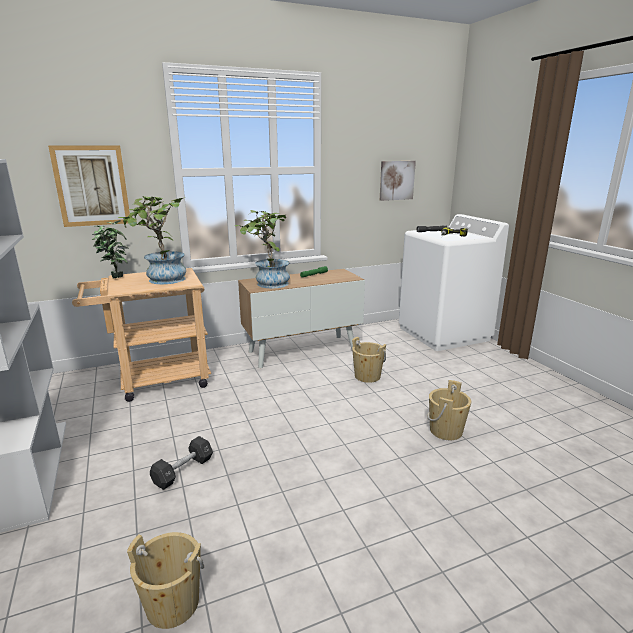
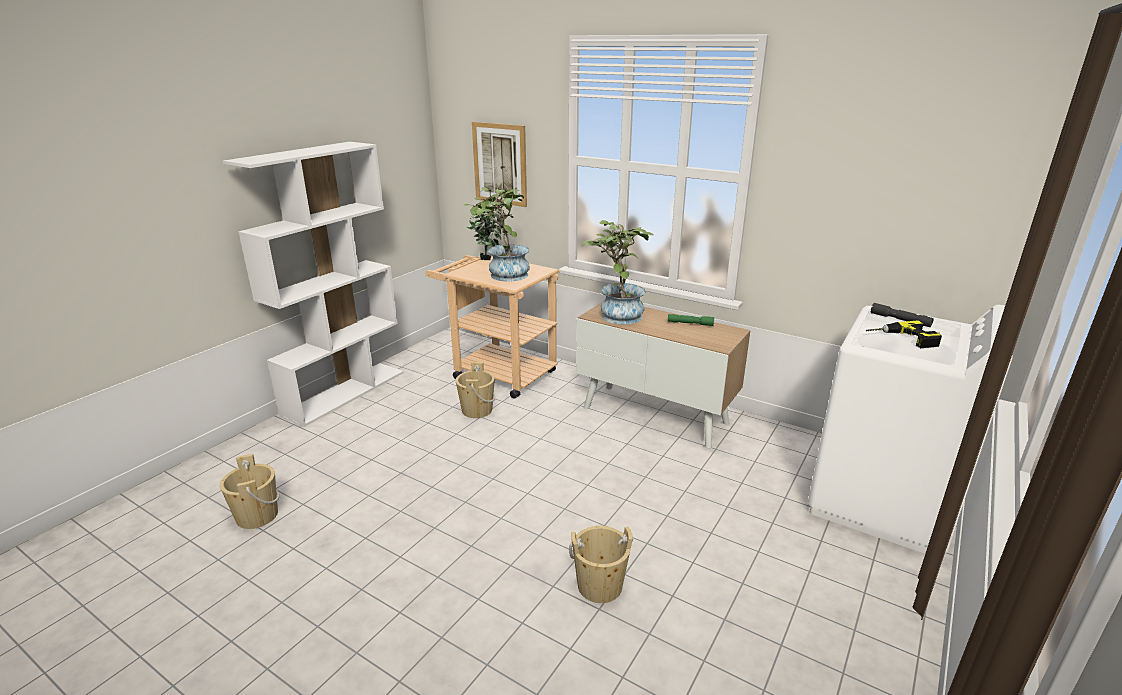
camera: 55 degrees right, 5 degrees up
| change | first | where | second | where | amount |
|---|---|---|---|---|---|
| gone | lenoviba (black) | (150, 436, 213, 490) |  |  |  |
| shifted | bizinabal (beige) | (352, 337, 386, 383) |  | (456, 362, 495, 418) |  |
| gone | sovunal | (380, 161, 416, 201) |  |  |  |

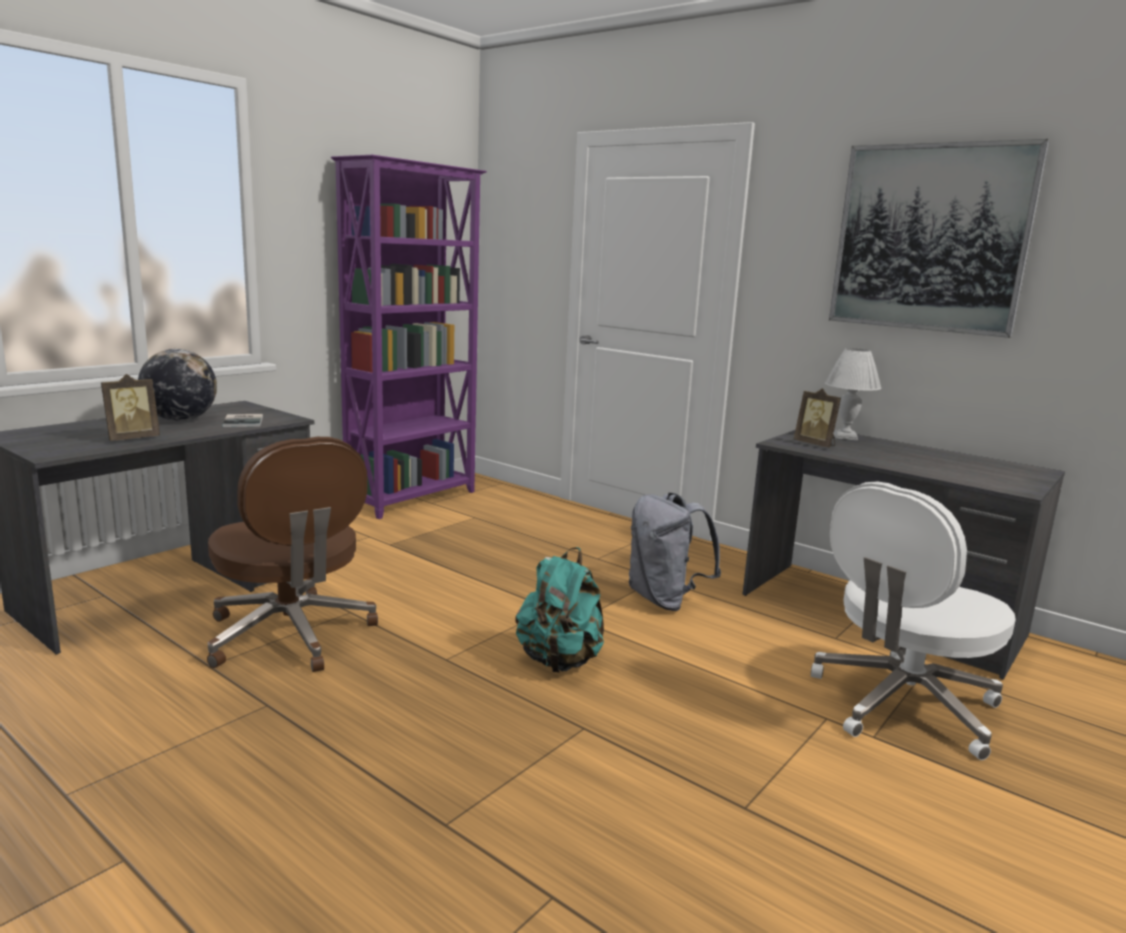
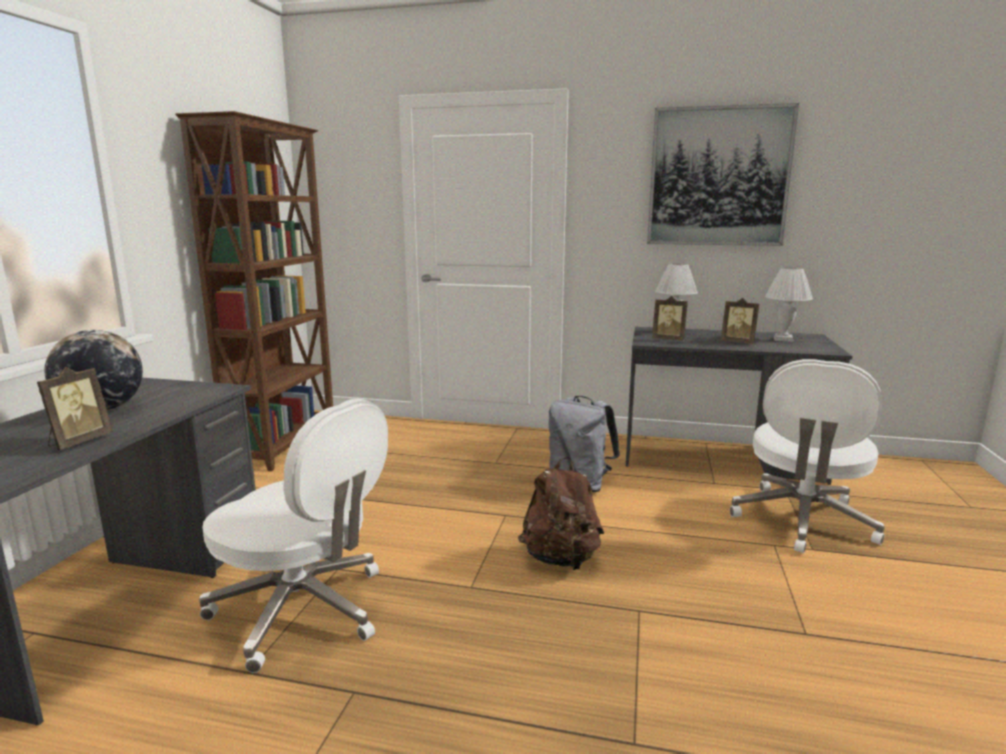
camera: 25 degrees left, 0 degrees up
| change | first | where | second | where | amount |
|---|---|---|---|---|---|
| repainted | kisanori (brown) | (207, 437, 378, 672) | kisanori (white) | (199, 399, 388, 673) |  |
| gone | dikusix | (222, 414, 263, 427) |  |  |  |
| repainted | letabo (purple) | (331, 155, 487, 519) | letabo (brown) | (175, 111, 333, 471) |  |
| repainted | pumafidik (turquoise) | (516, 547, 604, 673) | pumafidik (brown) | (518, 457, 604, 570) |  |
| new |  |  | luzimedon | (721, 298, 759, 344) |  |
| new |  |  | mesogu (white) | (765, 267, 813, 342) |  |

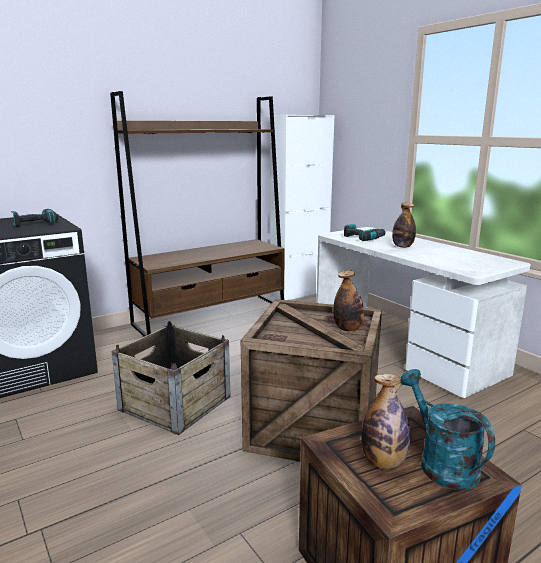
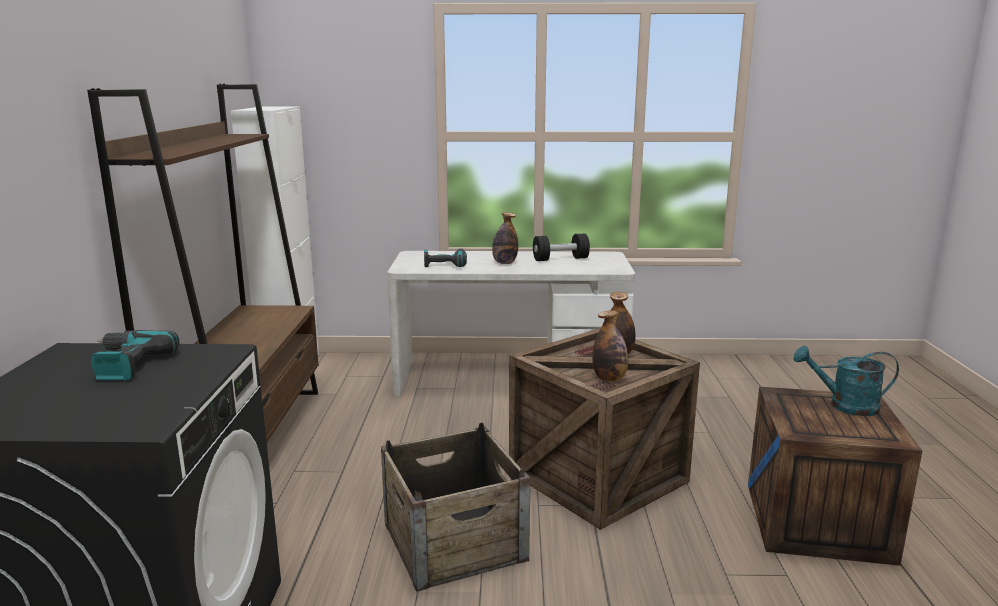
camera: 55 degrees left, 0 degrees up
| change | first | where | second | where | amount |
|---|---|---|---|---|---|
| shifted | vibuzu | (362, 374, 411, 469) |  | (592, 310, 628, 382) |  |
| new |  |  | lenoviba (black) | (533, 233, 590, 261) |  |

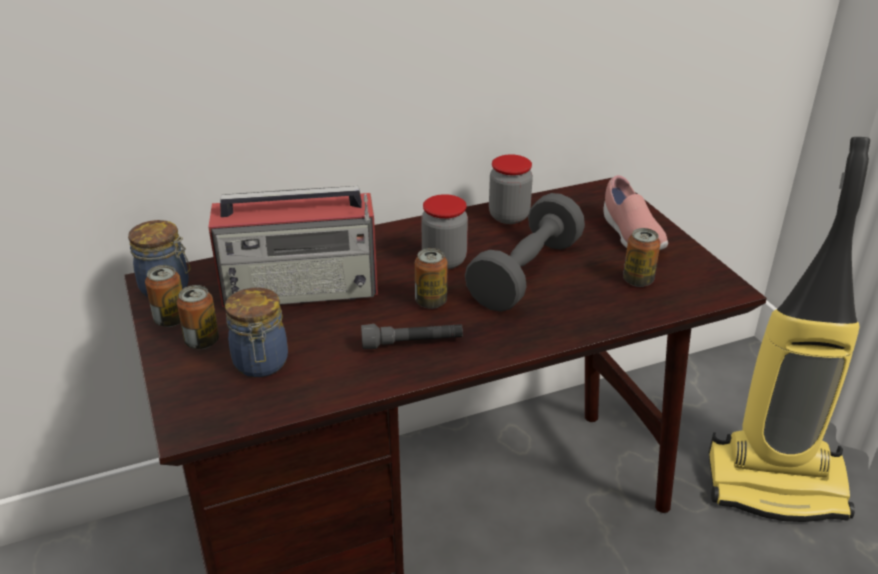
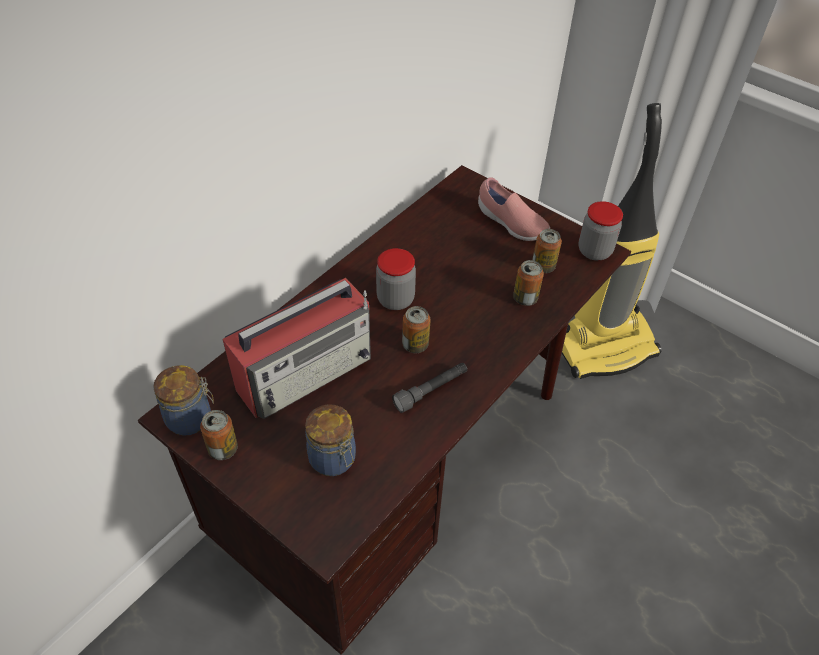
camera: 30 degrees left, 15 degrees up
| change | first | where | second | where | amount |
|---|---|---|---|---|---|
| shifted | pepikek | (177, 285, 219, 349) |  | (513, 260, 544, 306) |  |
| gone | lenoviba (grey) | (465, 193, 585, 312) |  |  |  |
| shifted | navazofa | (489, 154, 533, 224) |  | (578, 201, 623, 261) |  |

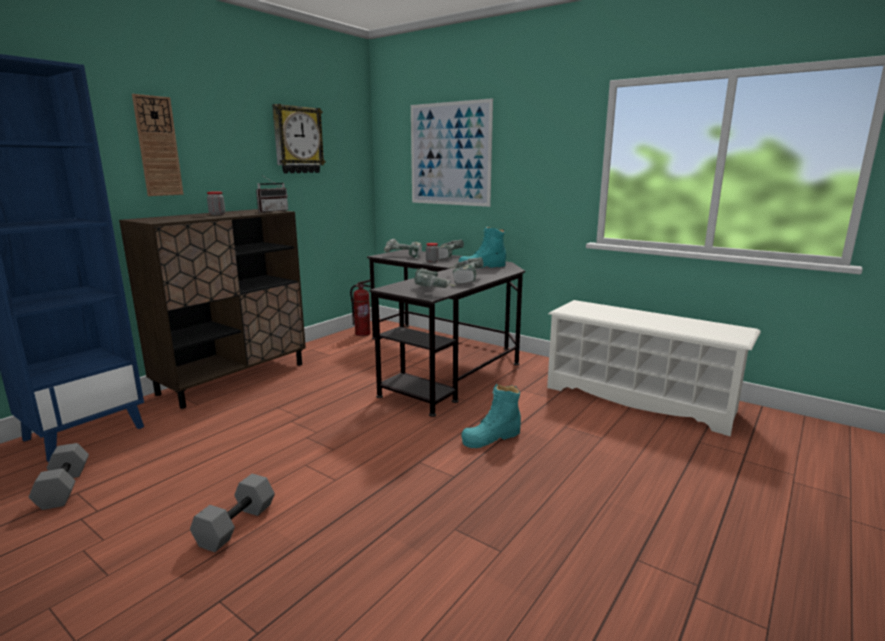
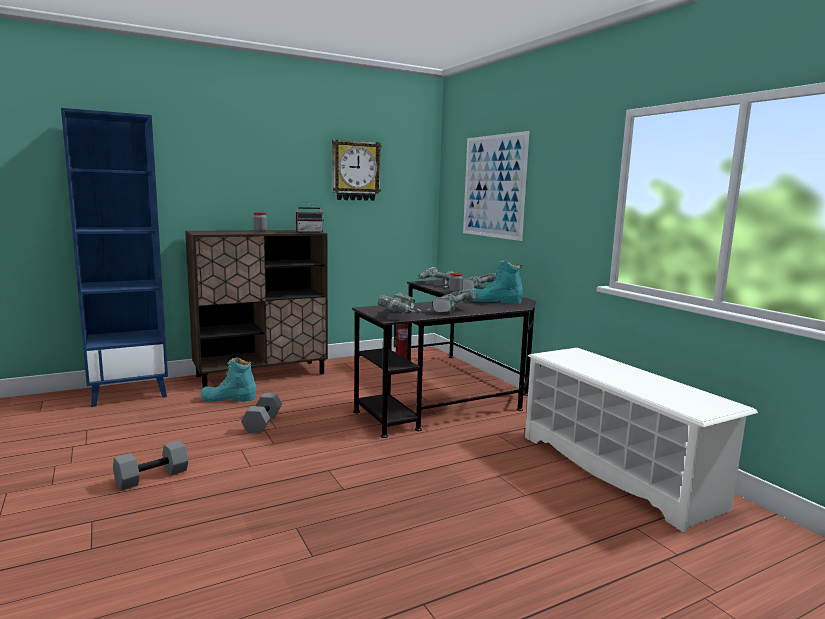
camera: 25 degrees right, 5 degrees down
| change | first | where | second | where | amount |
|---|---|---|---|---|---|
| shifted | lenoviba (grey) | (29, 443, 89, 510) |  | (241, 393, 282, 434) |  |
| gone | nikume | (132, 94, 184, 196) |  |  |  |
| shifted | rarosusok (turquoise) | (461, 384, 521, 448) |  | (201, 357, 256, 402) |  |

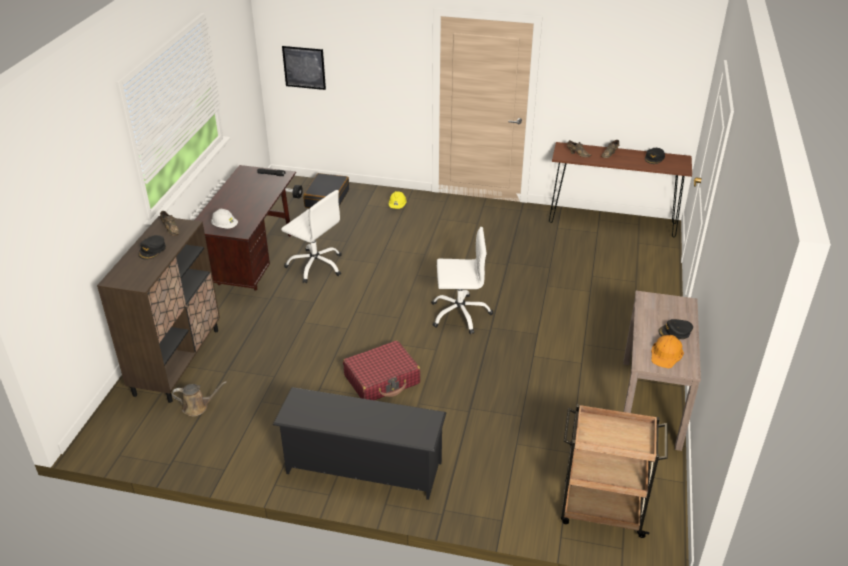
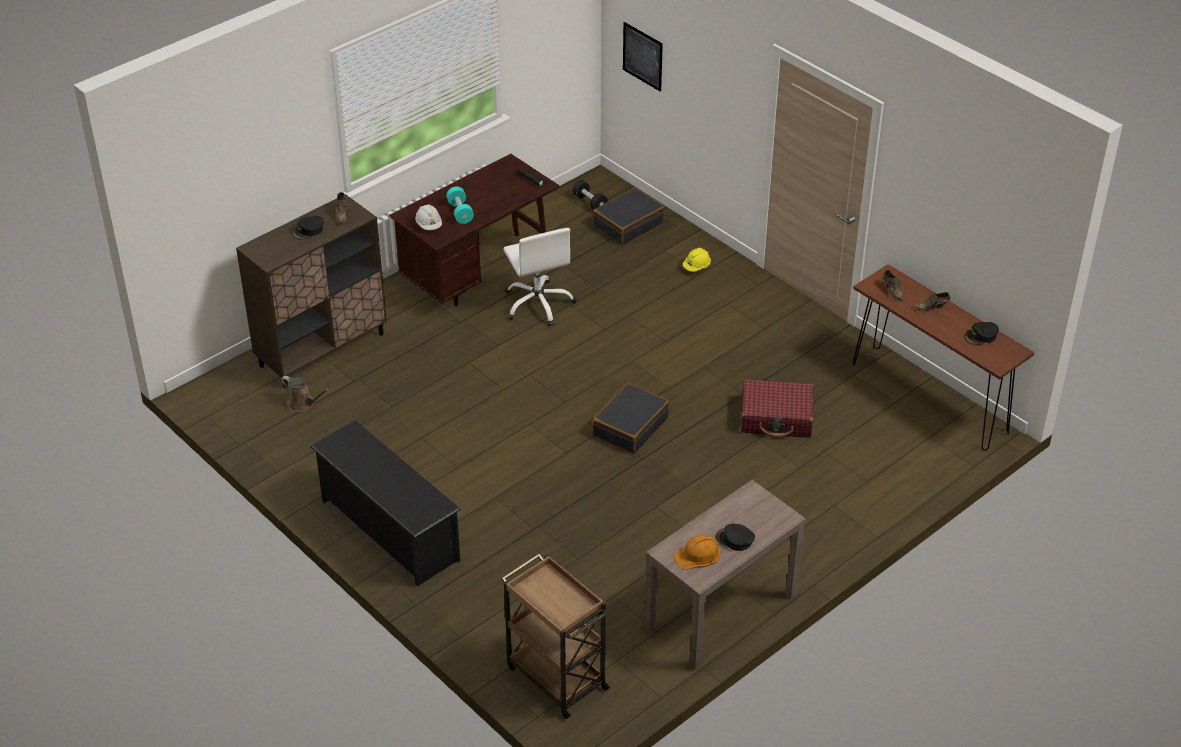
camera: 35 degrees right, 5 degrees up
| change | first | where | second | where | amount |
|---|---|---|---|---|---|
| shifted | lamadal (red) | (343, 341, 420, 400) |  | (741, 379, 814, 438) |  |
| swapped | kisanori (white) | (431, 227, 493, 334) | lamadal (black) | (593, 383, 669, 454) |  |
| new |  |  | lenoviba (turquoise) | (446, 186, 474, 224) |  |

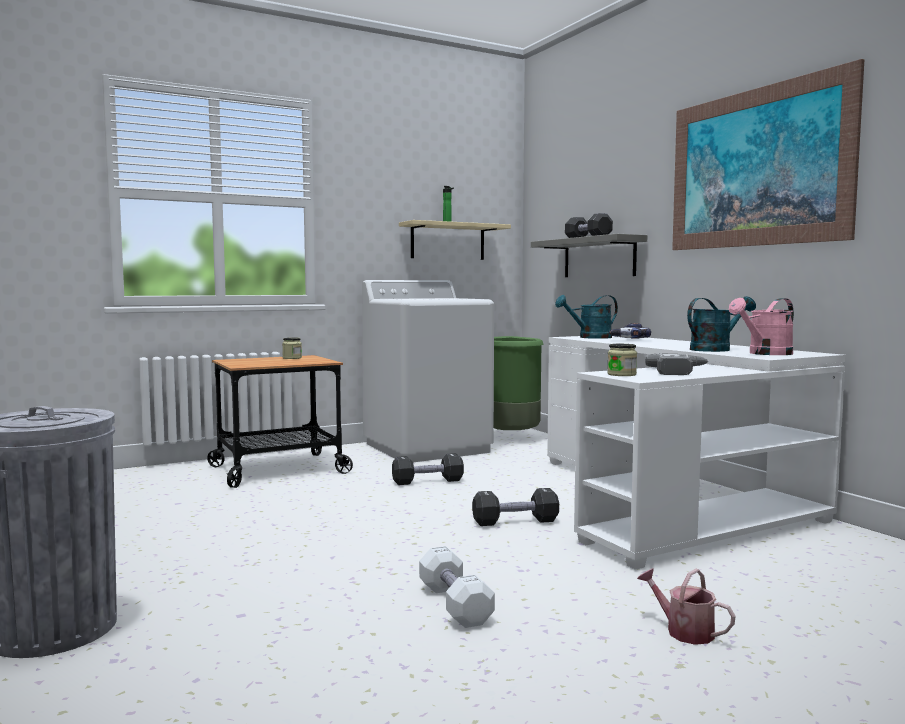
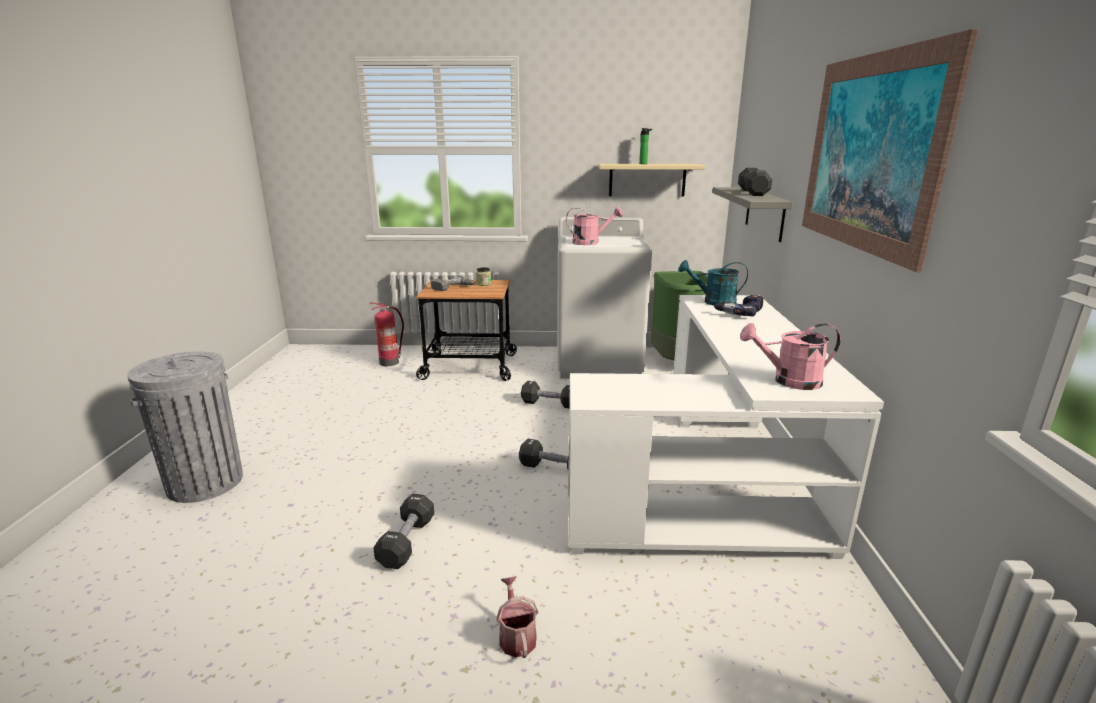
camera: 30 degrees right, 15 degrees up
| change | first | where | second | where | amount |
|---|---|---|---|---|---|
| repainted | lenoviba (white) | (419, 546, 495, 628) | lenoviba (black) | (373, 494, 434, 569) |  |
| gone | navazofa | (607, 344, 637, 376) |  |  |  |
| shifted | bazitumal | (645, 354, 709, 375) |  | (431, 275, 475, 291) |  |
| gone | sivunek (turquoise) | (687, 296, 756, 352) |  |  |  |
| new |  |  | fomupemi | (370, 303, 404, 366) |  |
| new |  |  | sivunek (pink) | (566, 207, 623, 245) |  |

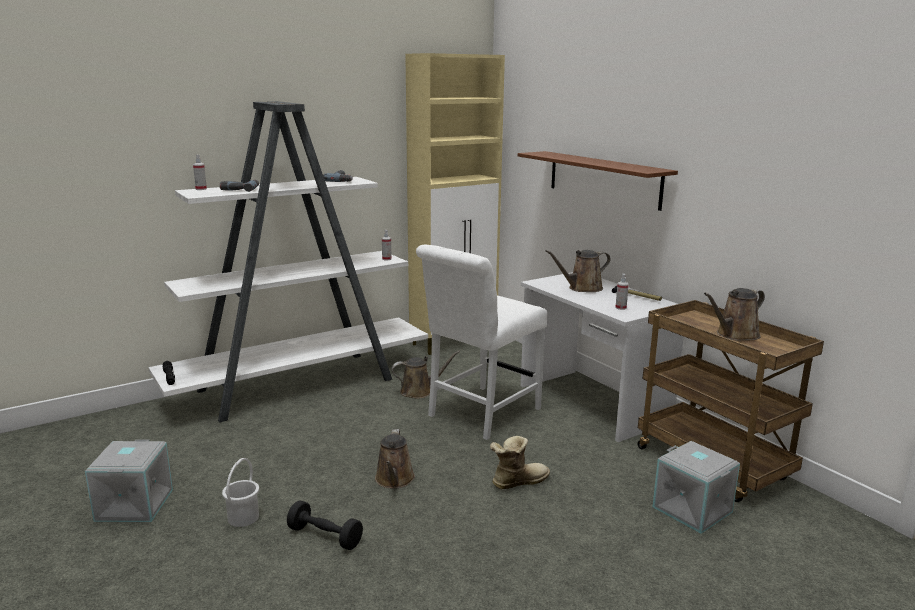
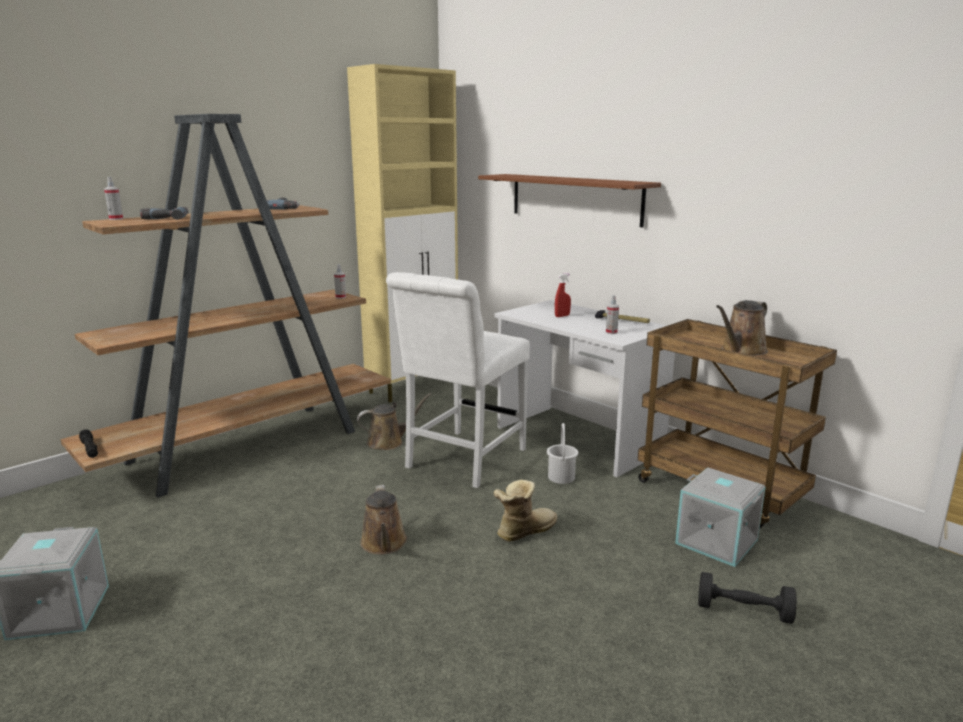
camera: 10 degrees left, 0 degrees up
| change | first | where | second | where | amount |
|---|---|---|---|---|---|
| repainted | letabo (white) | (148, 101, 428, 423) | letabo (brown) | (61, 114, 391, 498) |  |
| shifted | bizinabal (white) | (222, 458, 259, 527) |  | (547, 423, 578, 484) |  |
| shifted | lenoviba (black) | (287, 500, 363, 550) |  | (698, 572, 797, 624) |  |
| swapped | sivunek (brown) | (545, 250, 611, 292) | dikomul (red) | (555, 273, 571, 317) |  |

